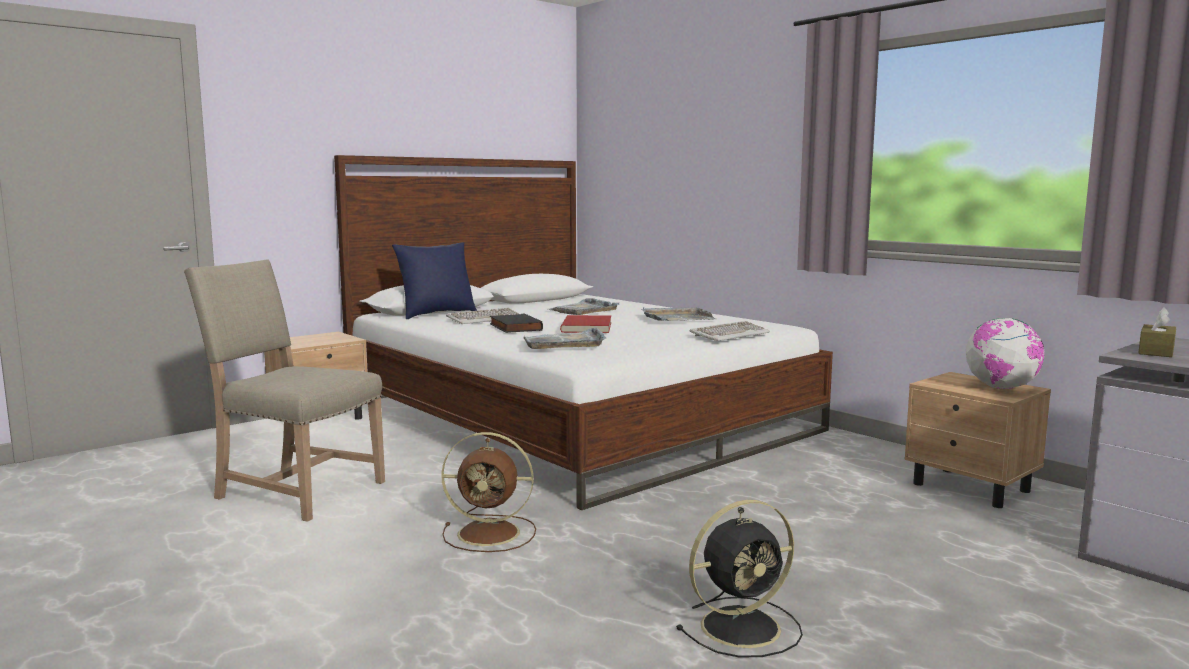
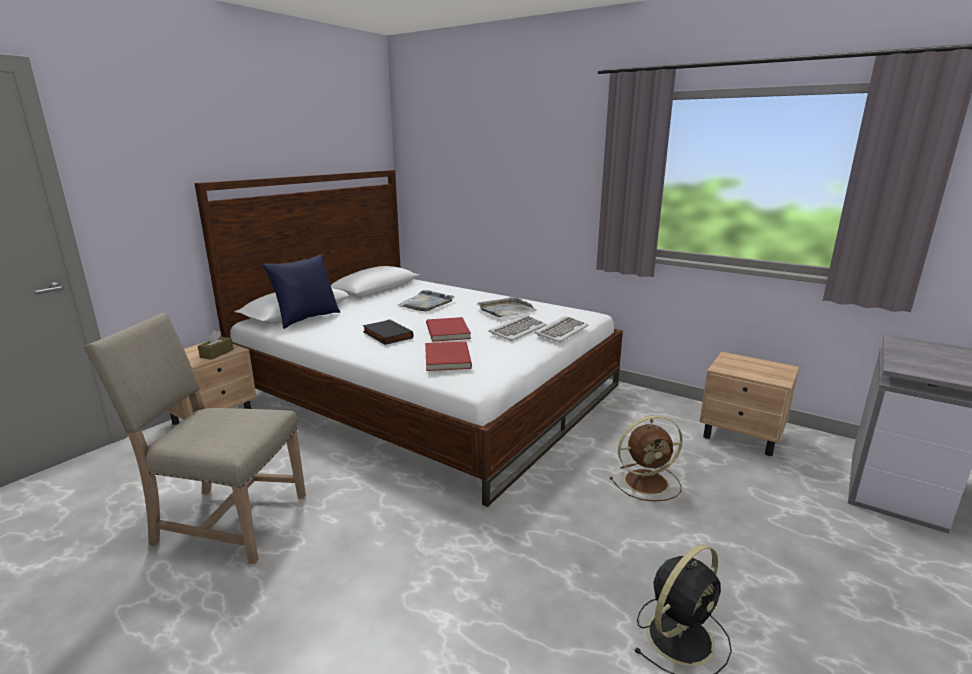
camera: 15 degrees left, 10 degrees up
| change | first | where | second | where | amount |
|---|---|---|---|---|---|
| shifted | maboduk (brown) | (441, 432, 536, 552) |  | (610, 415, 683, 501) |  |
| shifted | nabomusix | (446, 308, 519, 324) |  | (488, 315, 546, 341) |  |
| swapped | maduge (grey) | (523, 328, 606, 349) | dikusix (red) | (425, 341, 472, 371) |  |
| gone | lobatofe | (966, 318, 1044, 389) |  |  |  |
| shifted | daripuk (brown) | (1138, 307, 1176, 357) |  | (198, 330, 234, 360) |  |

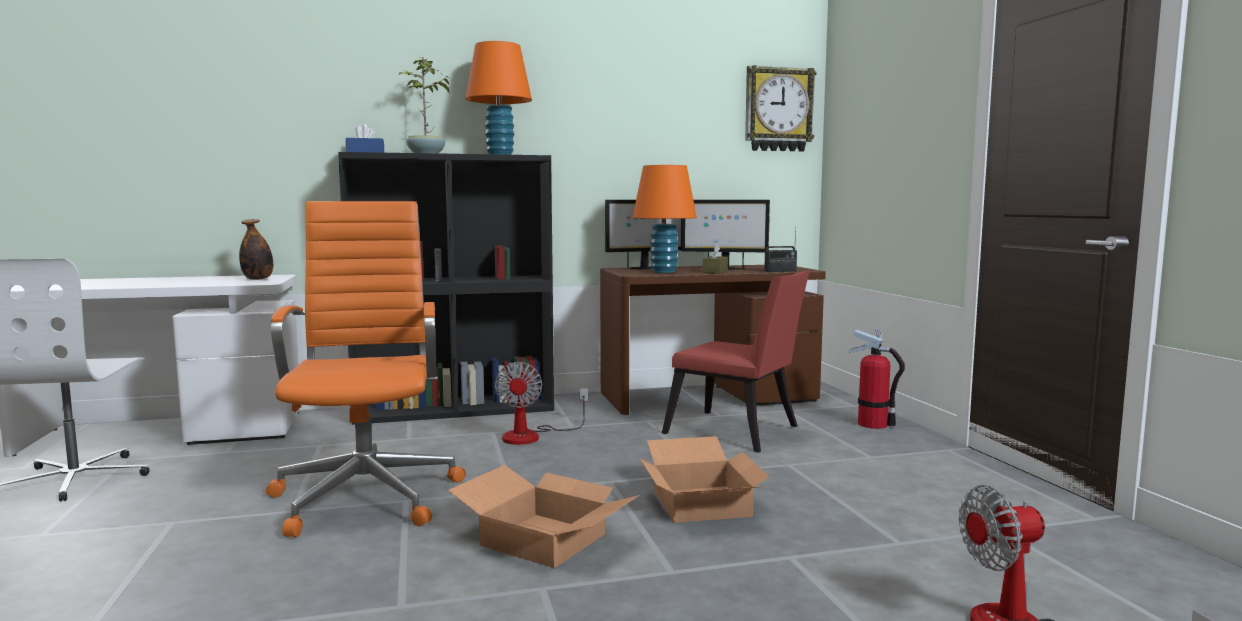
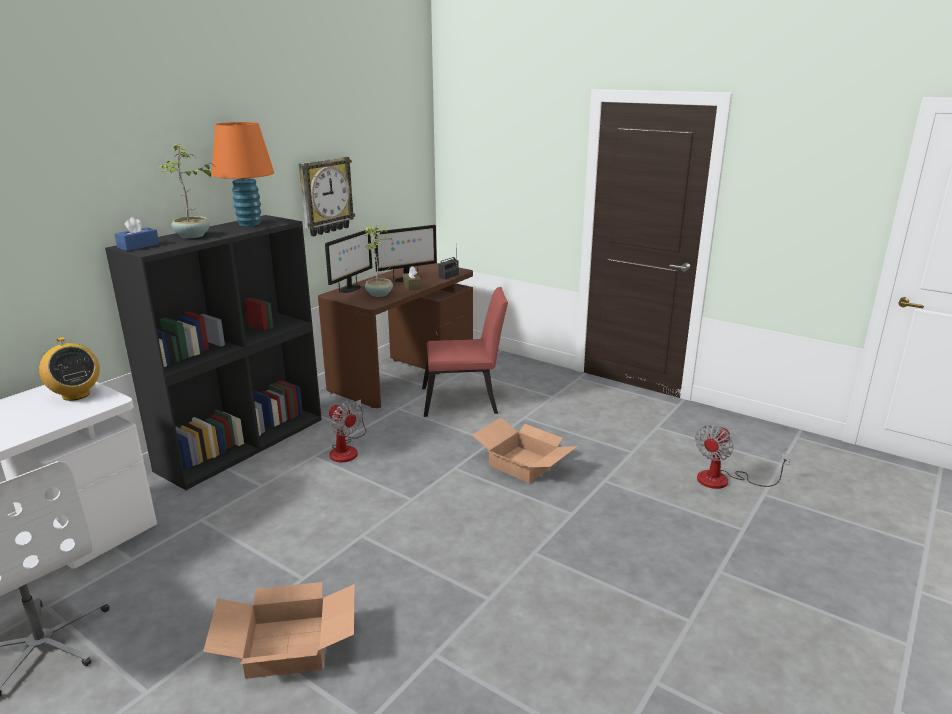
camera: 40 degrees left, 15 degrees up
| change | first | where | second | where | amount |
|---|---|---|---|---|---|
| swapped | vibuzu | (239, 219, 273, 280) | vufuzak | (39, 337, 100, 401) |  |
| gone | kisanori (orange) | (266, 201, 466, 537) |  |  |  |
| shifted | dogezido | (448, 465, 640, 568) |  | (203, 582, 355, 679) |  |
| swapped | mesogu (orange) | (632, 165, 697, 273) | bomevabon | (365, 225, 393, 297) |  |
| shifted | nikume | (745, 65, 816, 152) |  | (299, 157, 355, 236) |  |
| gone | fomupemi | (849, 328, 905, 429) |  |  |  |

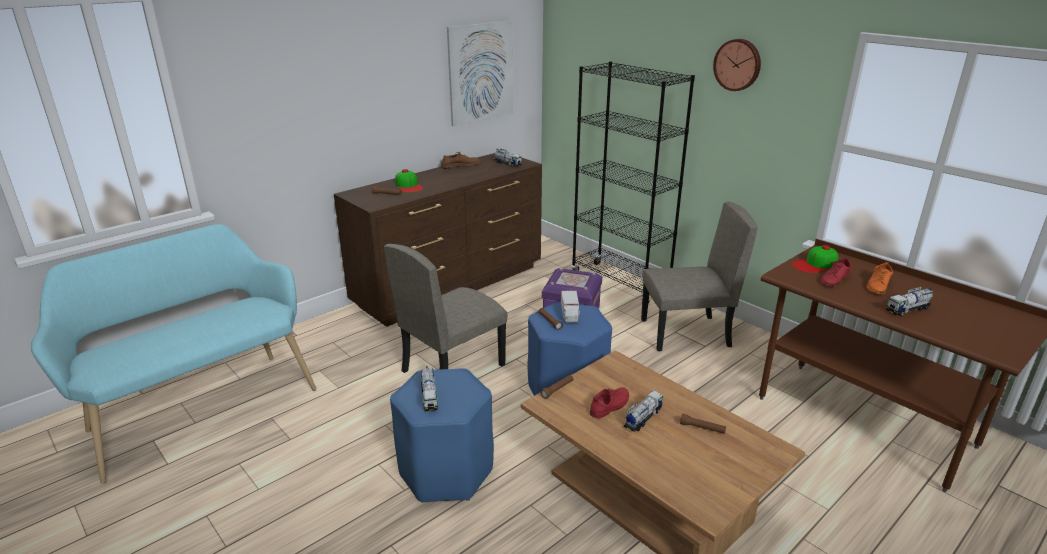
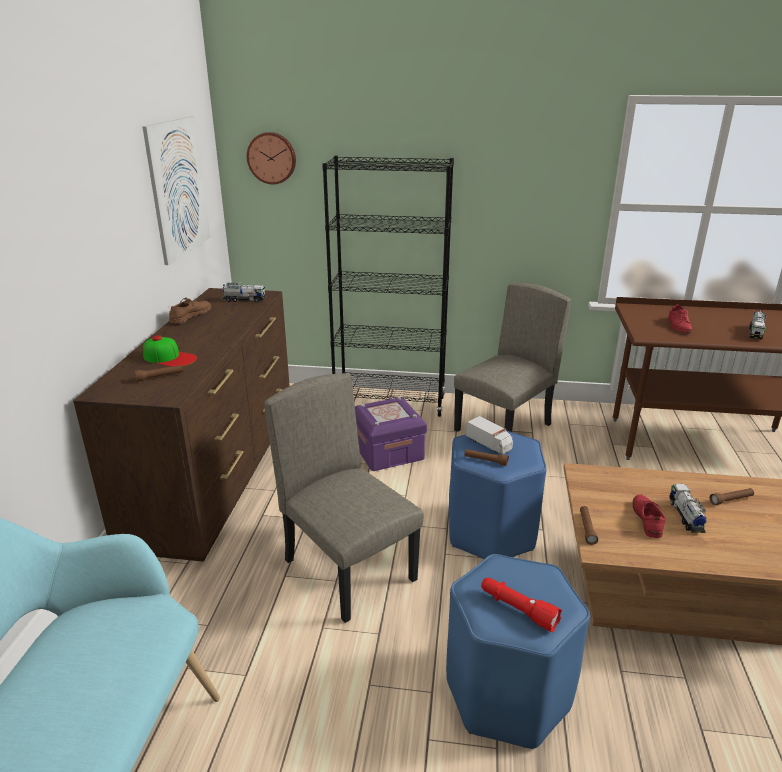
camera: 40 degrees left, 0 degrees up
| change | first | where | second | where | amount |
|---|---|---|---|---|---|
| rotated | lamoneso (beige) | (384, 244, 507, 373) |  | (264, 373, 424, 623) | 135 degrees clockwise |
| swapped | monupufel | (421, 366, 438, 411) | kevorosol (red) | (481, 578, 562, 632) |  |
| shifted | nikume | (713, 39, 761, 91) |  | (246, 132, 296, 184) |  |
| gone | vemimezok | (792, 245, 838, 273) |  |  |  |
| gone | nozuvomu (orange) | (866, 262, 893, 294) |  |  |  |

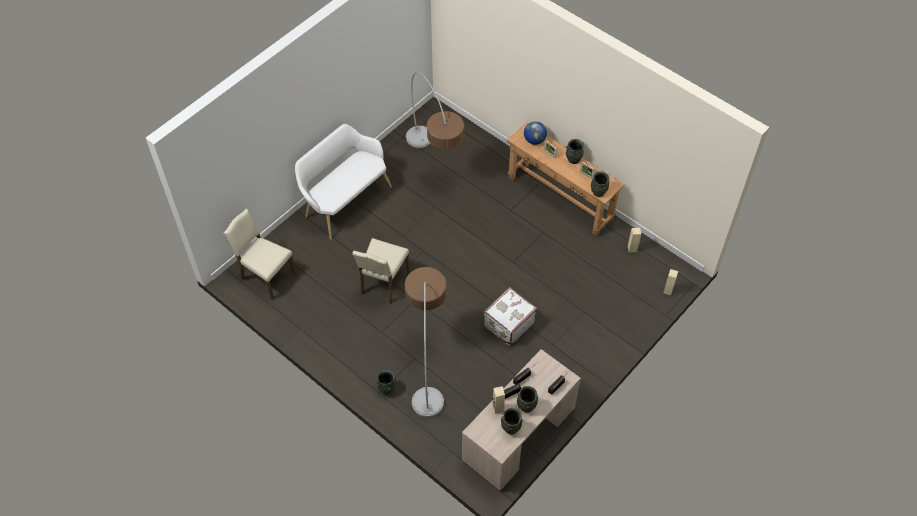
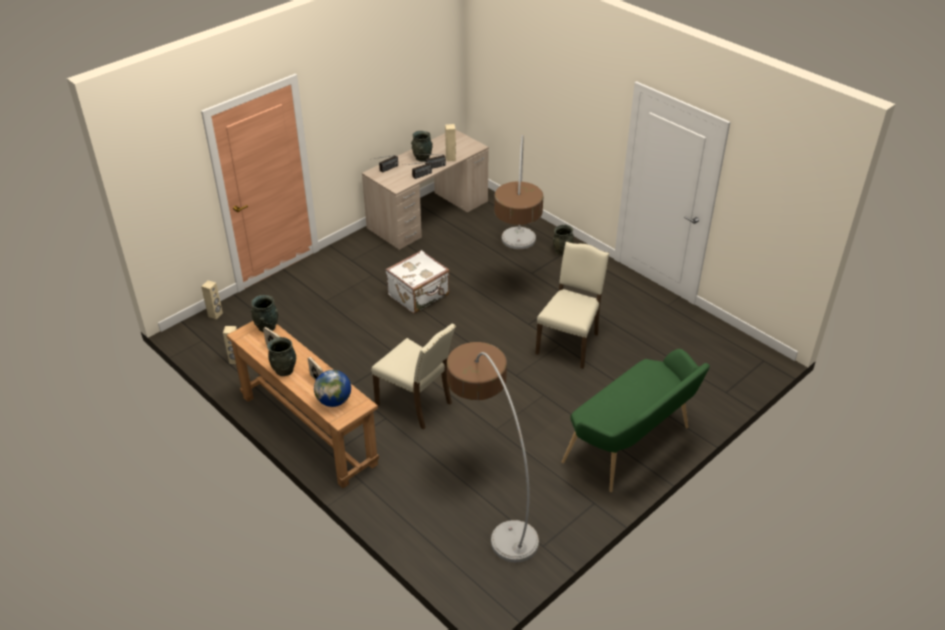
camera: 175 degrees left, 15 degrees down
| change | first | where | second | where | amount |
|---|---|---|---|---|---|
| shifted | lamoneso (beige) | (223, 209, 296, 300) |  | (371, 324, 456, 430) |  |
| repainted | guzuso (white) | (295, 124, 392, 240) | guzuso (green) | (562, 349, 710, 492) |  |
| gone | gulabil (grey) | (501, 408, 523, 435) |  |  |  |

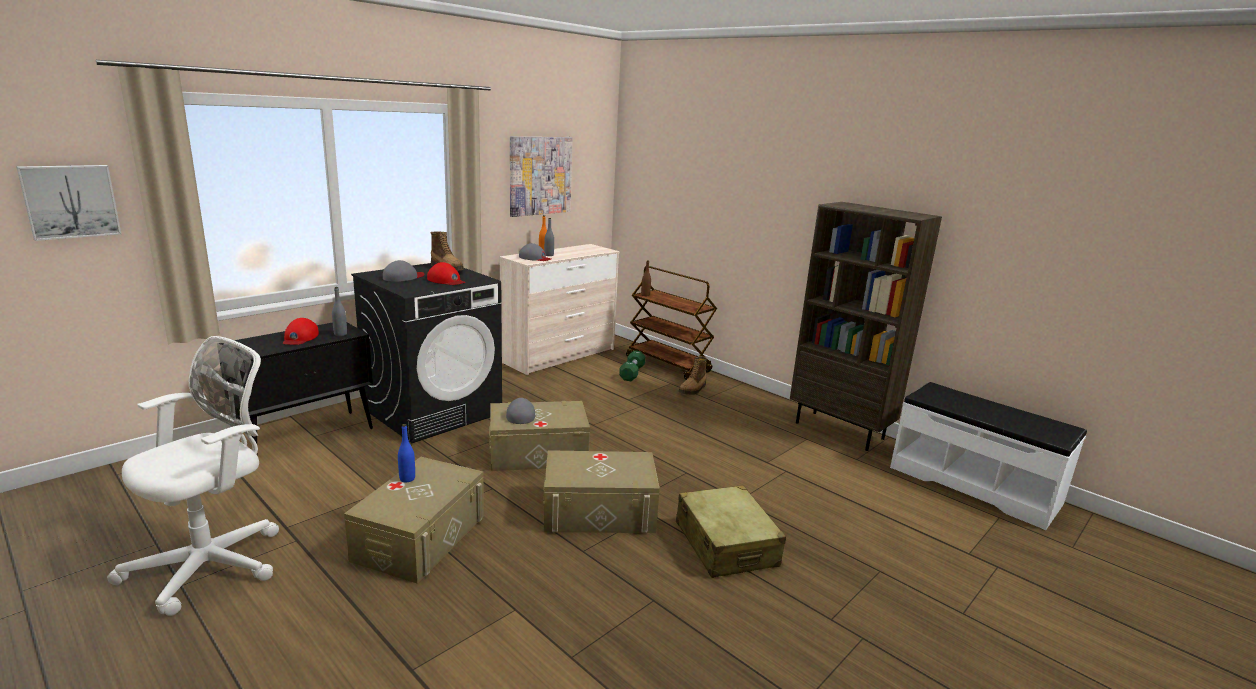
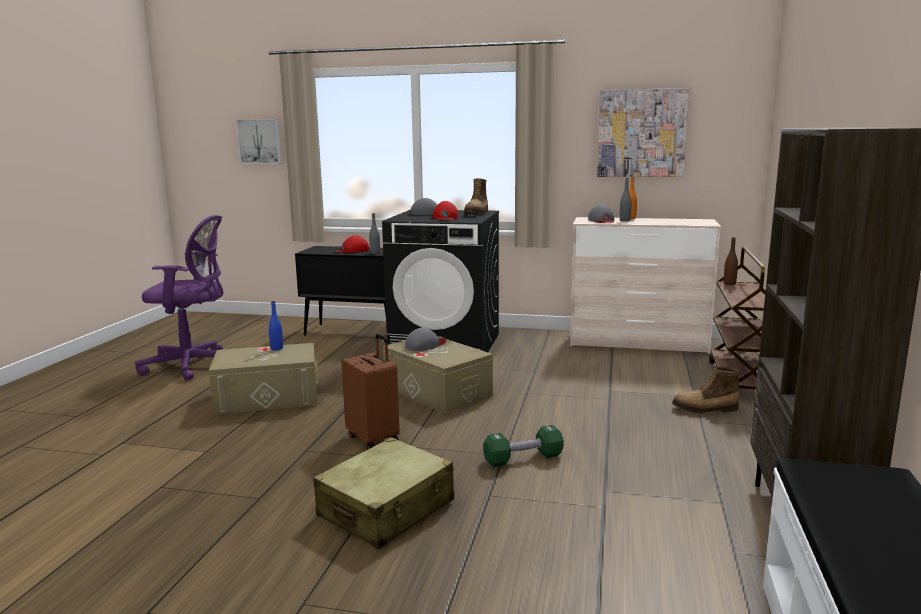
camera: 60 degrees right, 5 degrees down
| change | first | where | second | where | amount |
|---|---|---|---|---|---|
| repainted | kisanori (white) | (107, 336, 279, 616) | kisanori (purple) | (135, 215, 223, 381) |  |
| swapped | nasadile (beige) | (543, 450, 660, 533) | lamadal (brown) | (341, 334, 400, 449) |  |
| shifted | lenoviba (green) | (619, 350, 645, 381) |  | (483, 425, 564, 467) |  |

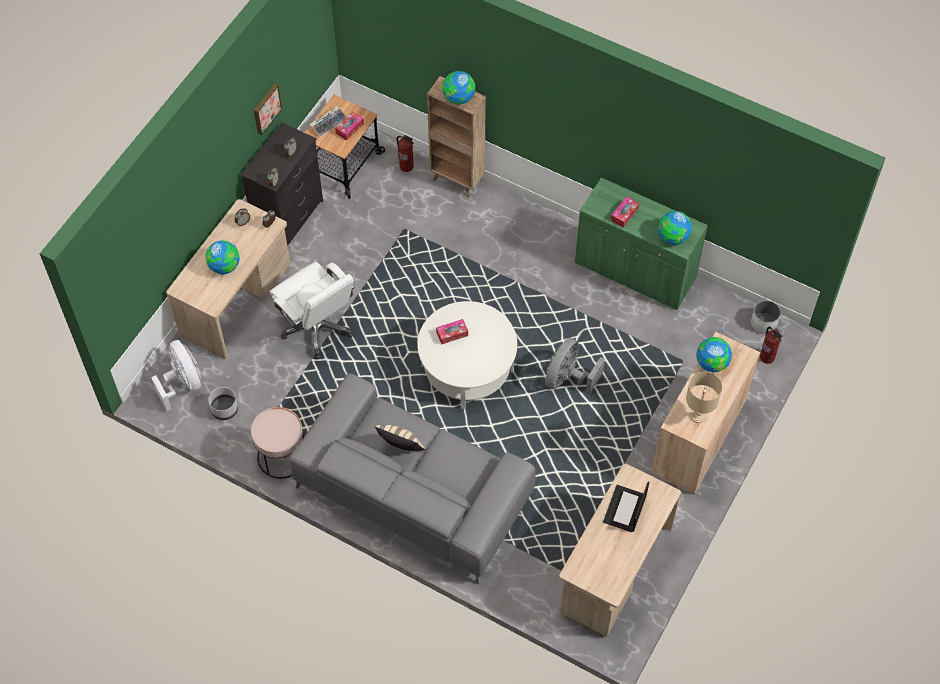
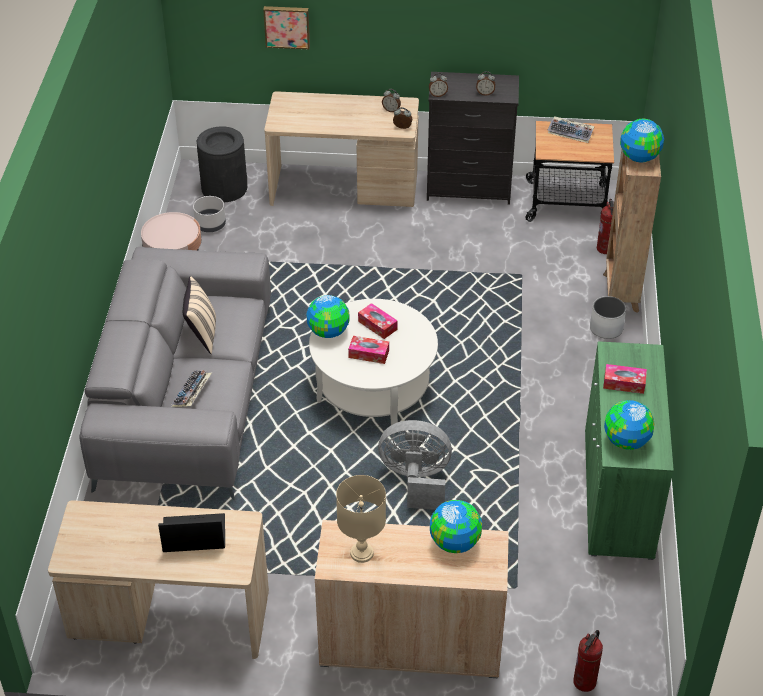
camera: 65 degrees right, 15 degrees down
| change | first | where | second | where | amount |
|---|---|---|---|---|---|
| swapped | maboduk (white) | (151, 340, 201, 411) | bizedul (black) | (197, 126, 247, 202) |  |
| shifted | lobatofe | (205, 241, 240, 274) |  | (307, 295, 349, 338) |  |
| shifted | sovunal | (254, 84, 282, 135) |  | (263, 6, 310, 49) |  |
| gone | kisanori (white) | (270, 262, 355, 359) |  |  |  |
| shifted | daripuk | (335, 112, 364, 141) |  | (348, 336, 389, 364) |  |
| shifted | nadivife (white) | (751, 300, 781, 334) |  | (590, 296, 626, 339) |  |
| new |  |  | nabomusix | (171, 370, 212, 407) |  |

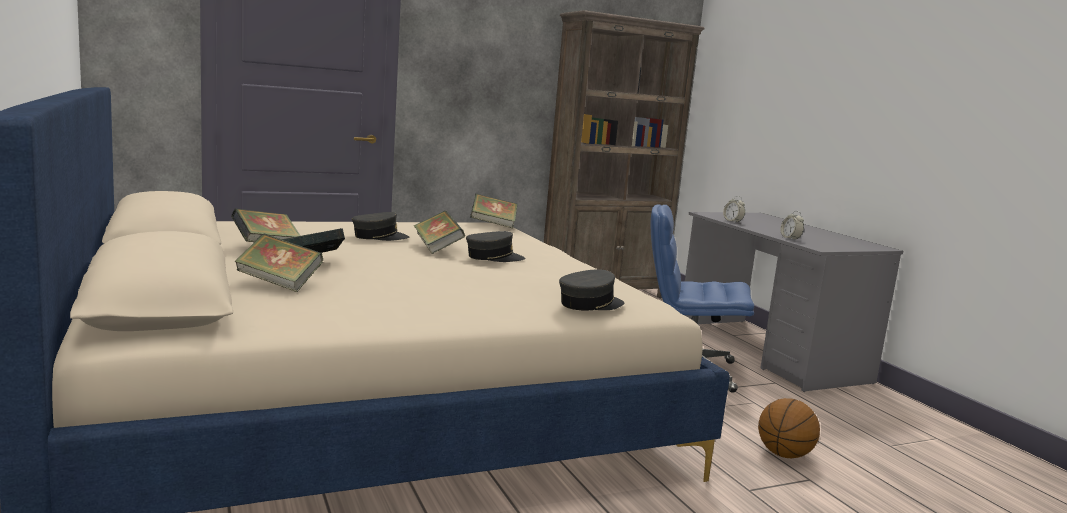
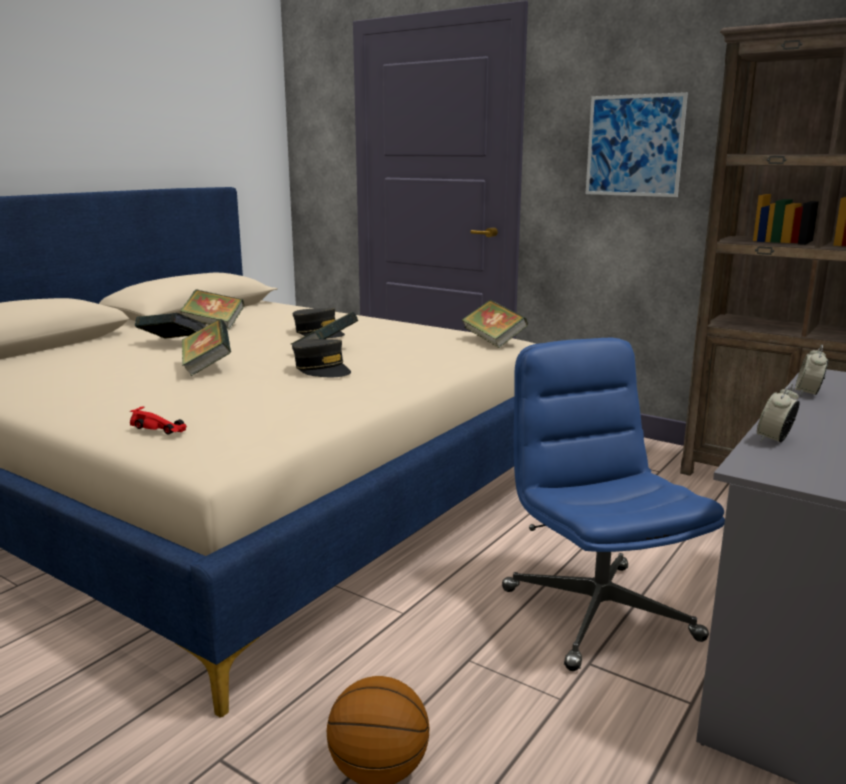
camera: 60 degrees right, 5 degrees up
| change | first | where | second | where | amount |
|---|---|---|---|---|---|
| shifted | dikusix | (235, 233, 323, 292) |  | (182, 319, 231, 376) |  |
| swapped | vemimezok (grey) | (559, 269, 624, 310) | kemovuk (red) | (130, 406, 187, 434) |  |
| new |  |  | sovunal | (586, 92, 688, 197) |  |

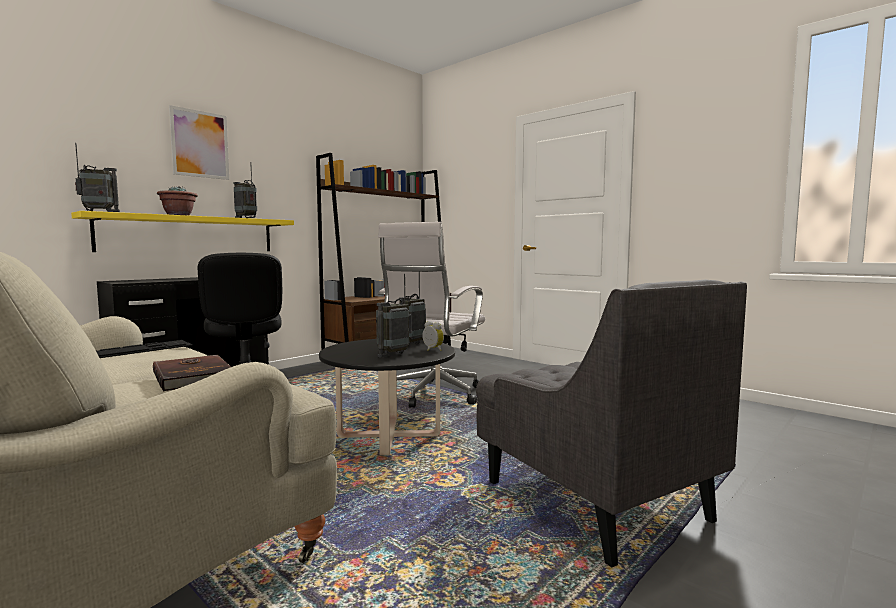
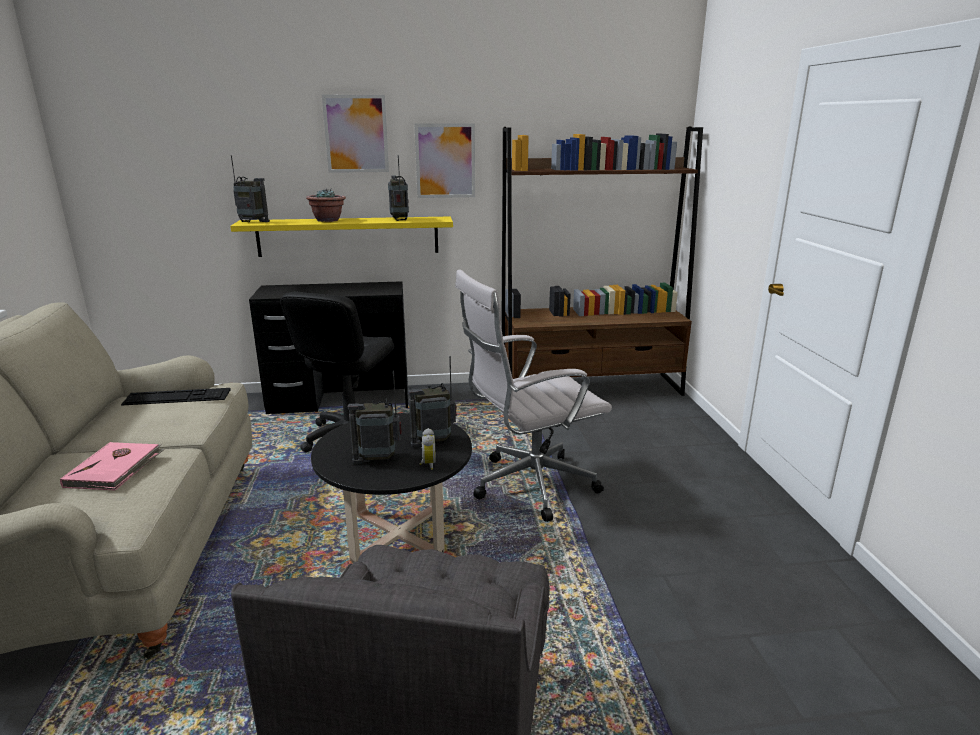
camera: 40 degrees right, 15 degrees up
| change | first | where | second | where | amount |
|---|---|---|---|---|---|
| repainted | dikusix (brown) | (153, 355, 231, 392) | dikusix (pink) | (60, 442, 164, 490) |  |
| new |  |  | sovunal | (414, 124, 475, 198) |  |

